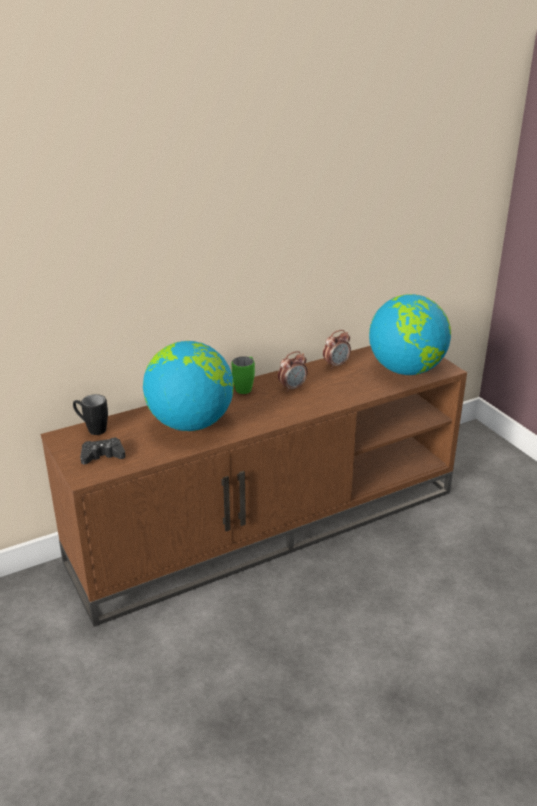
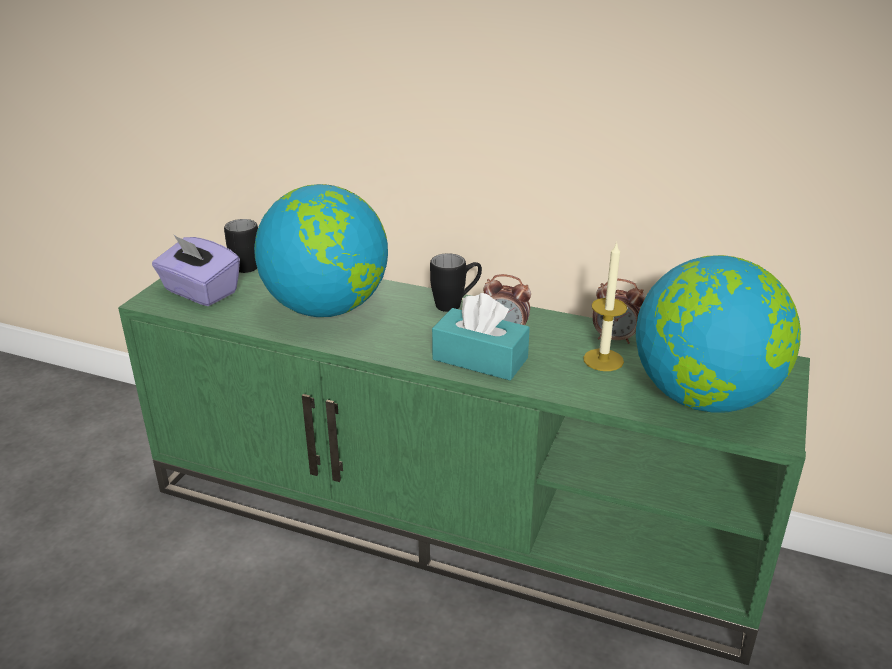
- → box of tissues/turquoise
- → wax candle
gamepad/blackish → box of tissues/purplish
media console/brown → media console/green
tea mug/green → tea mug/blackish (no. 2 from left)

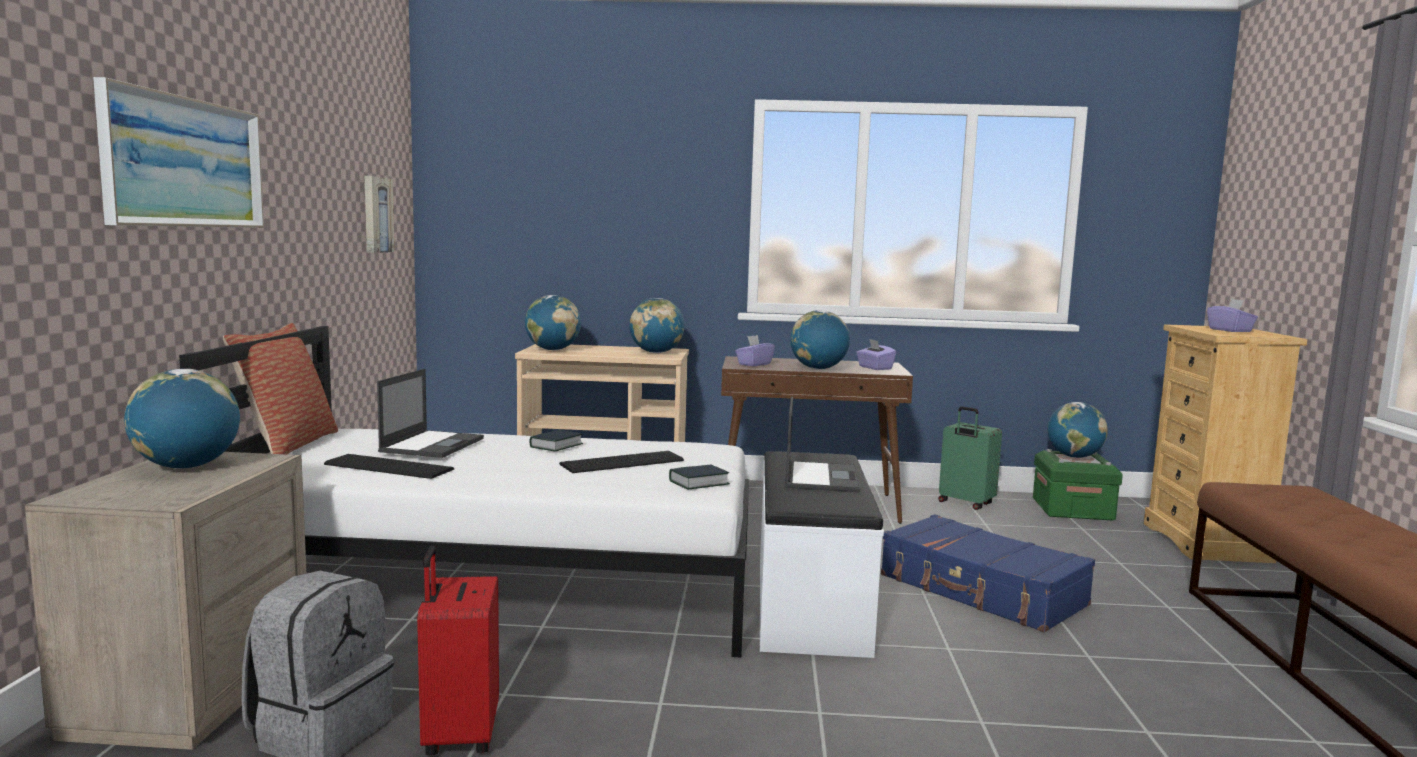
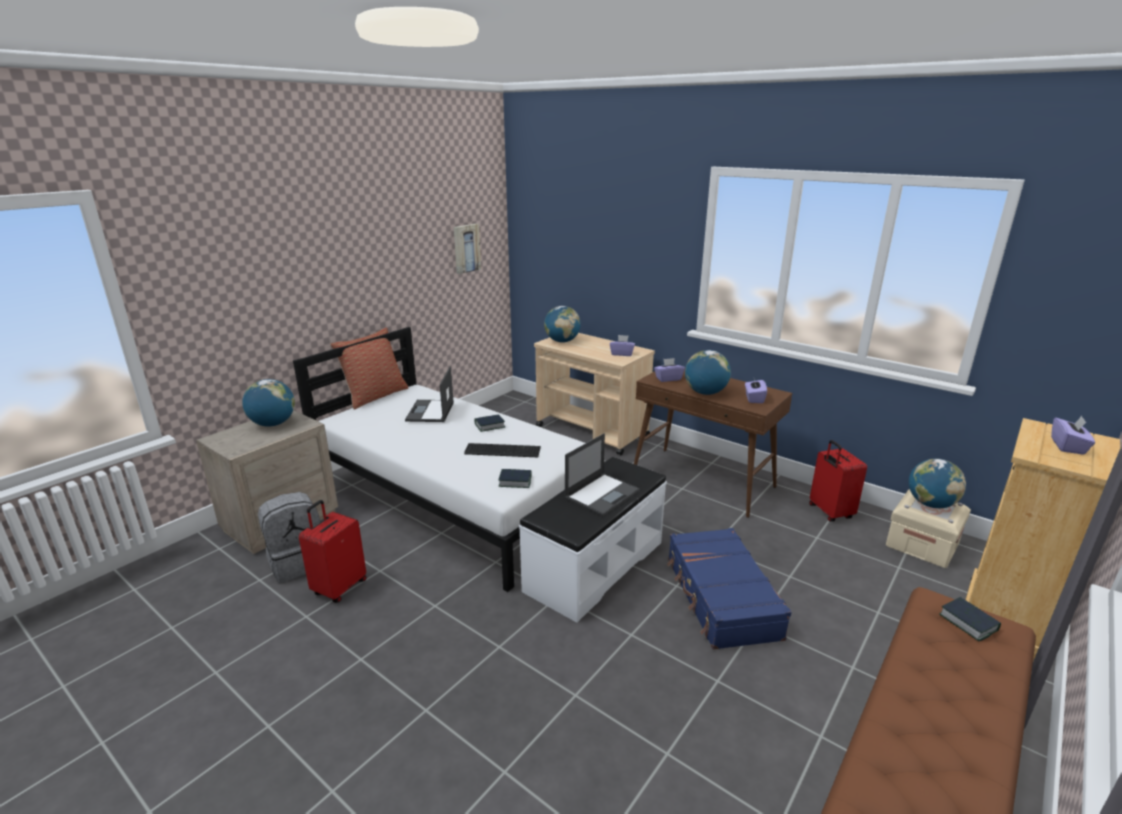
wall art (no. 1 from left) → -
keyboard (no. 1 from left) → -
- → volume (no. 3 from left)
globe (no. 3 from left) → box of tissues/purplish (no. 1 from left)
suitcase/green → suitcase/reddish (no. 2 from left)
storage bin/green → storage bin/beige-coloured
notebook computer (no. 1 from left), 135 degrees clockwise

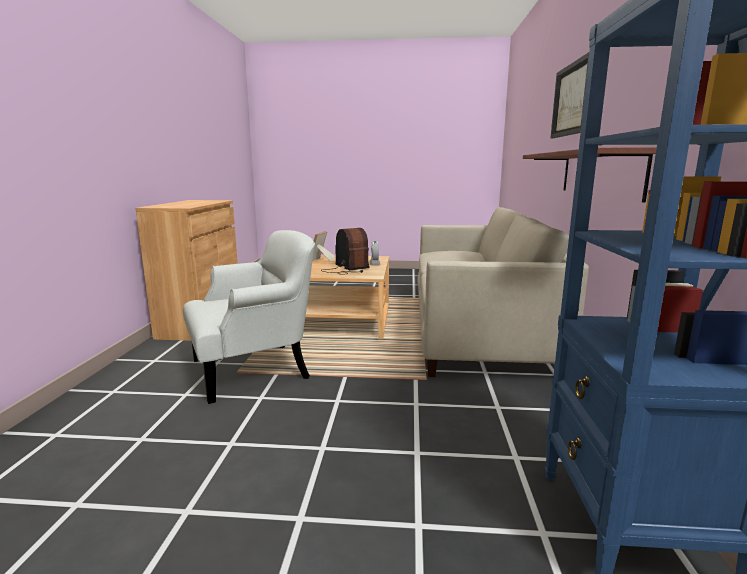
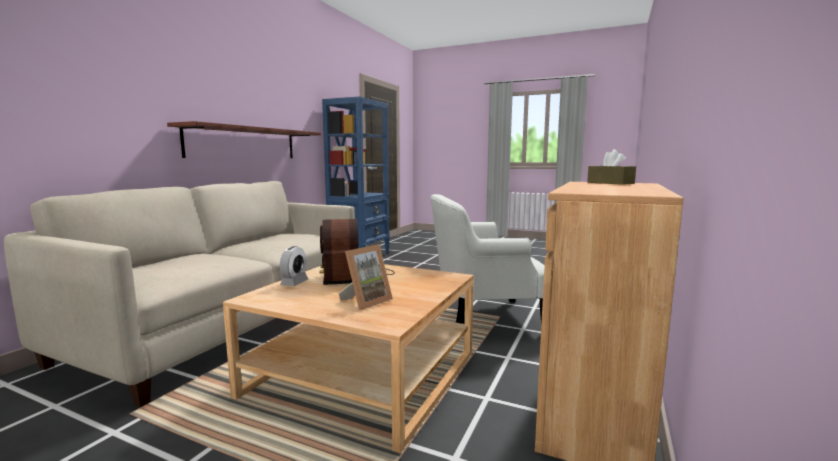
wall art → -
- → box of tissues/brown

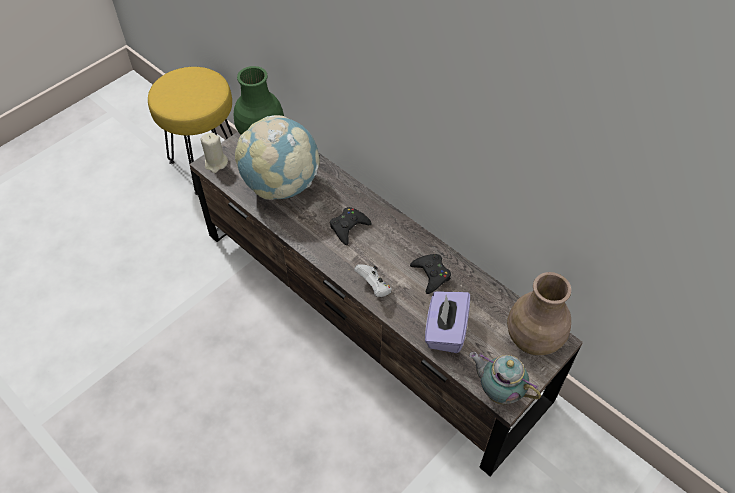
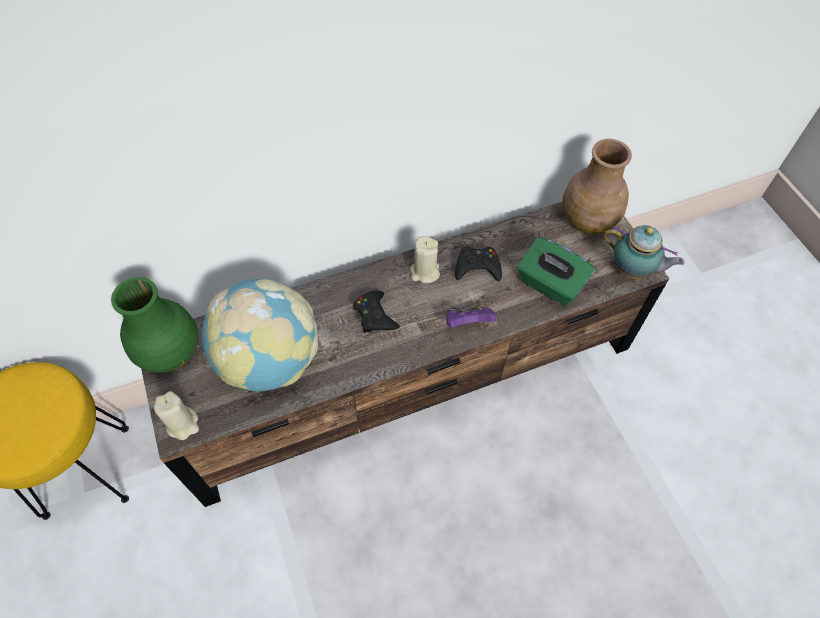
- → wax candle/beige-coloured (no. 2 from left)
gamepad/white-coloured → gamepad/purplish
box of tissues/purplish → box of tissues/green
teapot, 120 degrees counterclockwise

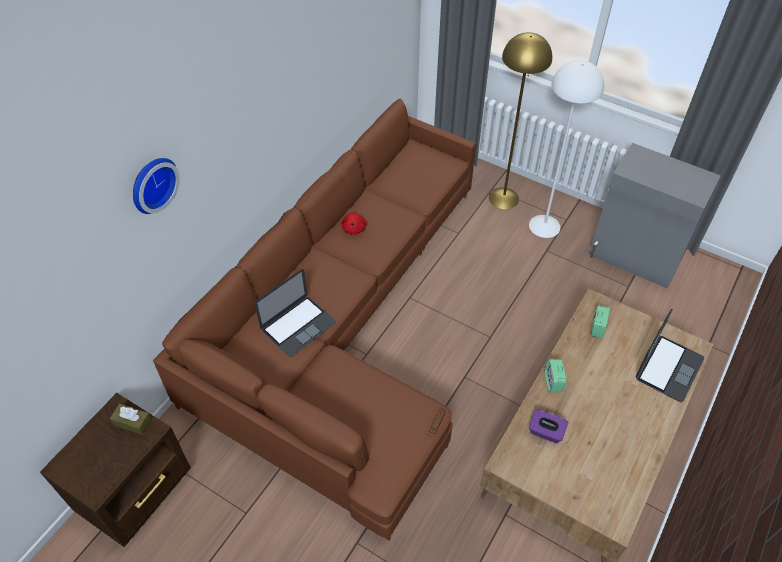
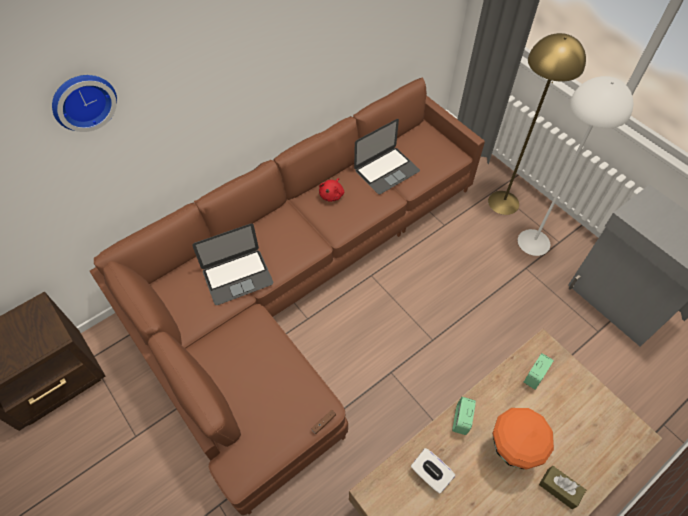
- → lamp for a table/orange-coloured
box of tissues/brown, shifted
notebook computer (no. 2 from left), shifted
box of tissues/purplish → box of tissues/white-coloured

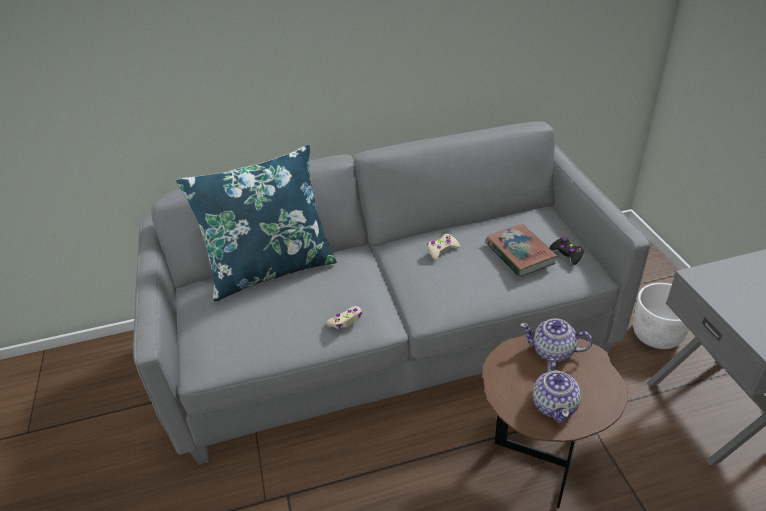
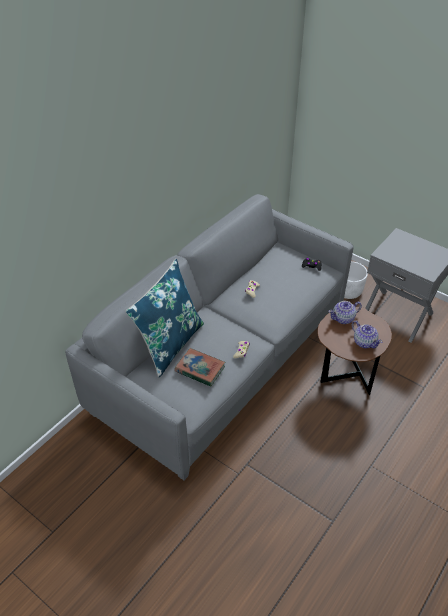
volume, shifted

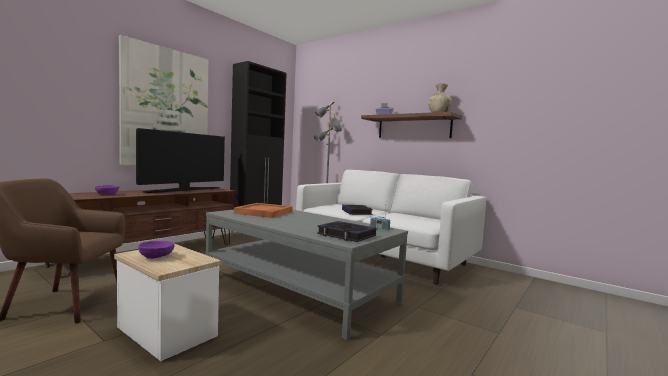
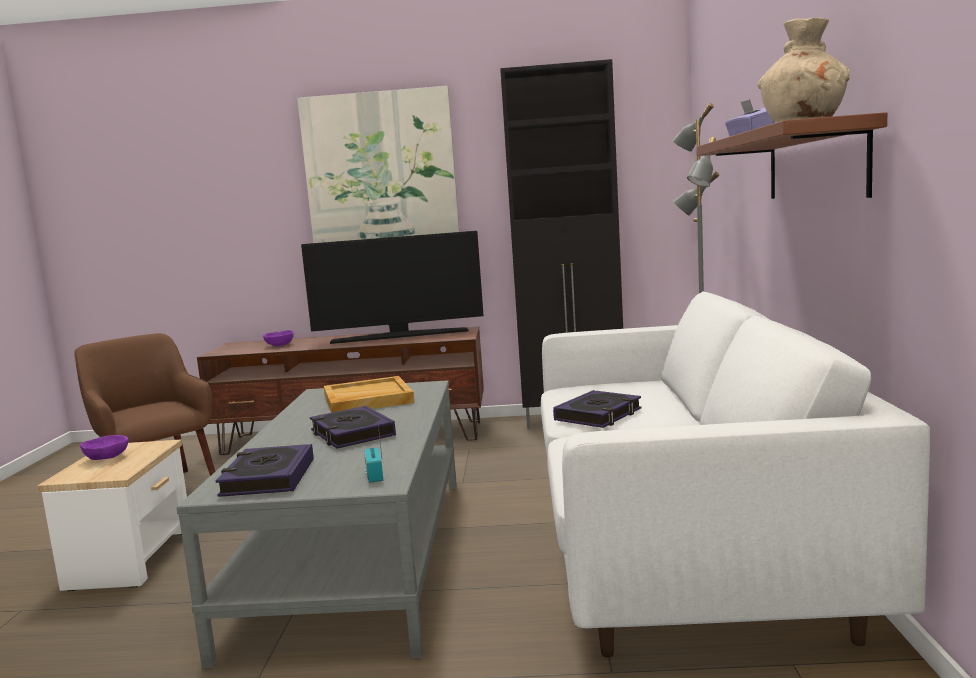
- → volume (no. 2 from left)
serving tray/orange-coloured → serving tray/beige-coloured

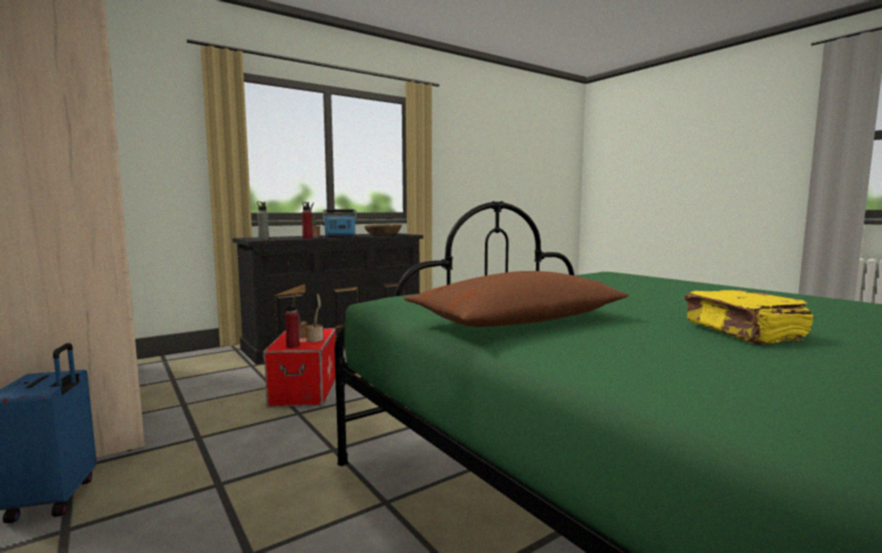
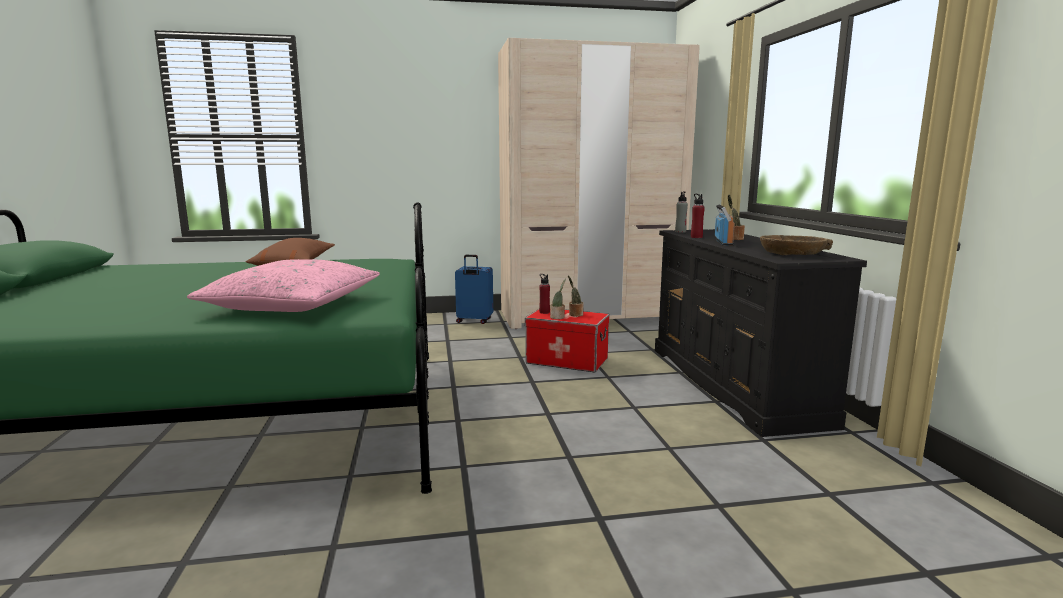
volume/yellow-coloured → -
- → throw pillow/pink-coloured

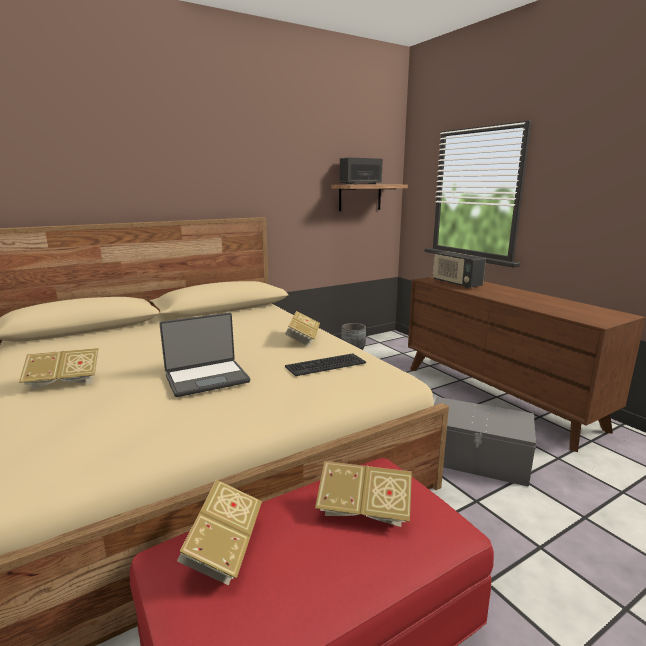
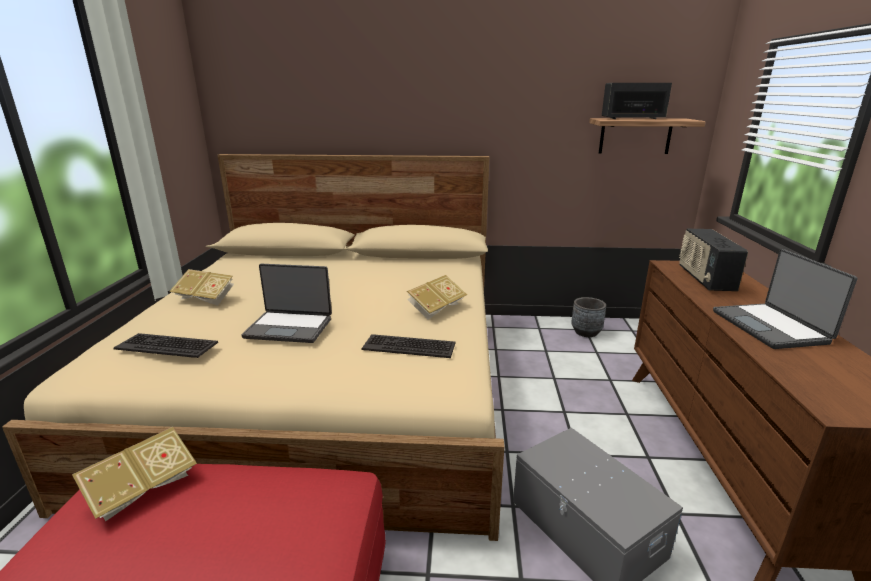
volume (no. 4 from left) → -
- → keyboard (no. 1 from left)
- → notebook computer (no. 2 from left)

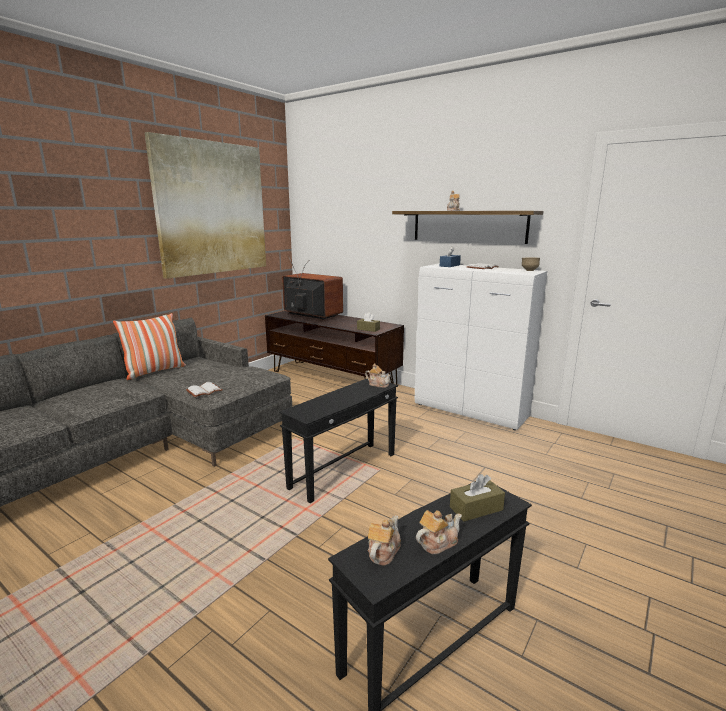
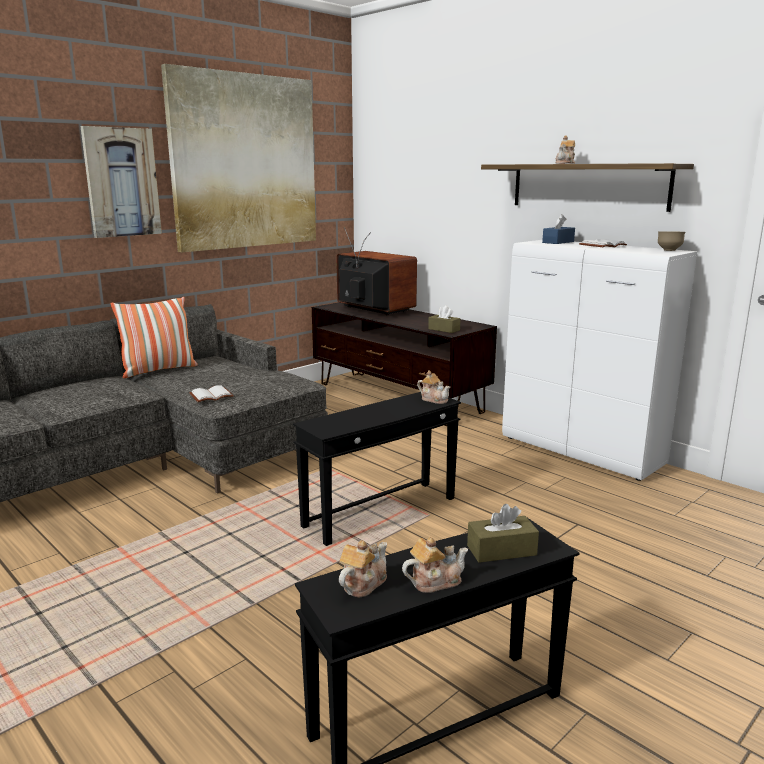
- → wall art (no. 1 from left)

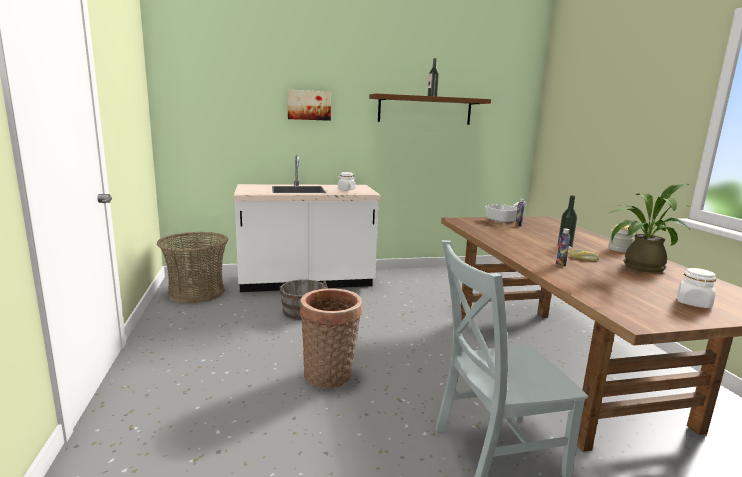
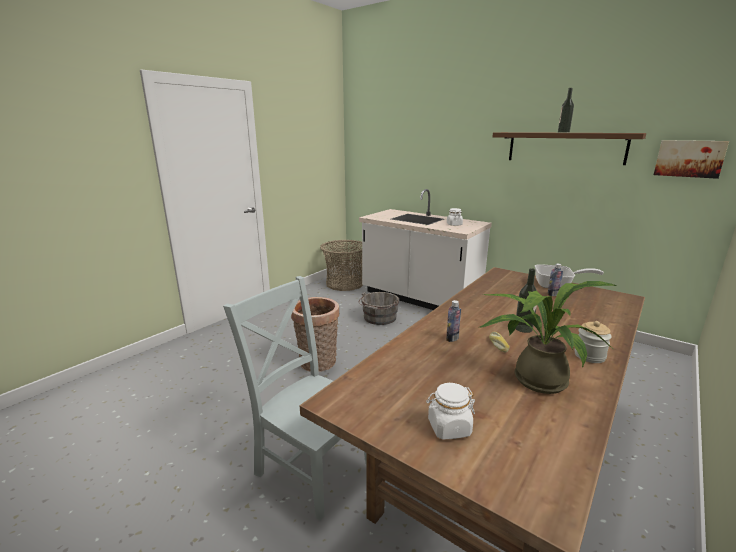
wall art, shifted

